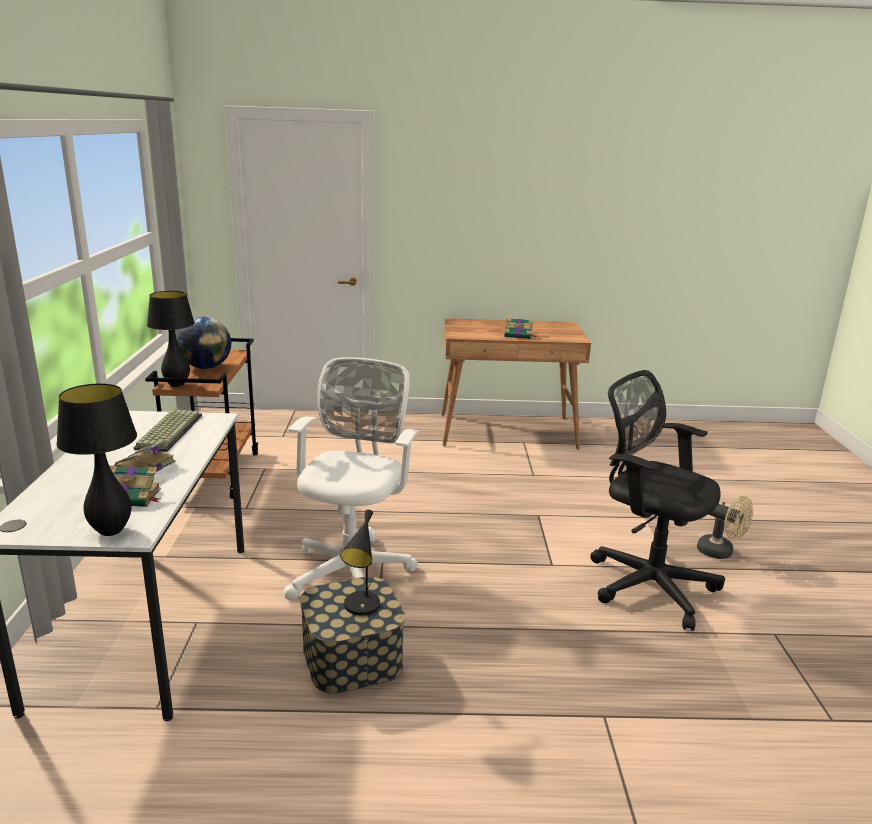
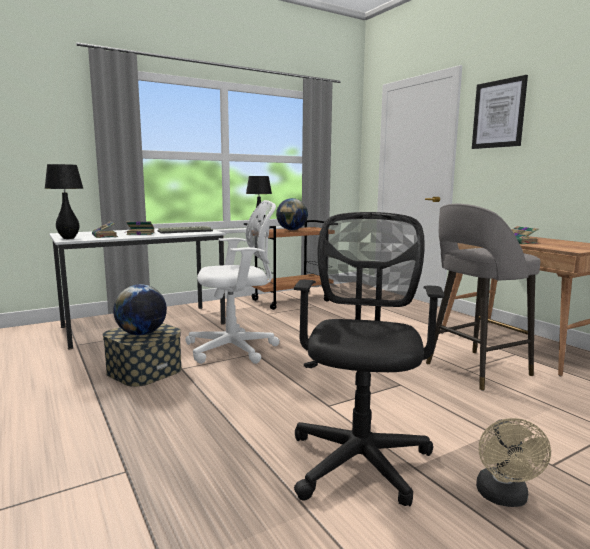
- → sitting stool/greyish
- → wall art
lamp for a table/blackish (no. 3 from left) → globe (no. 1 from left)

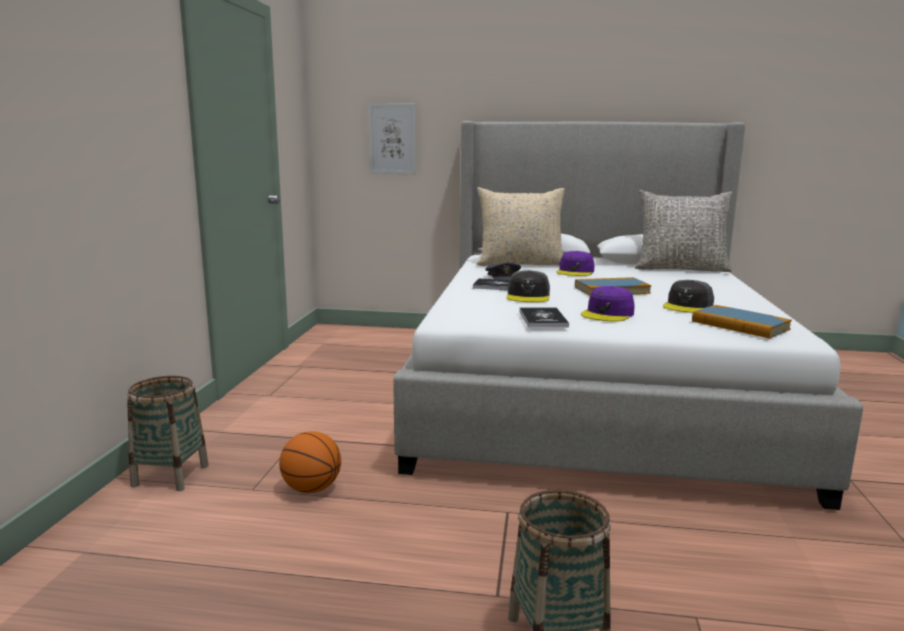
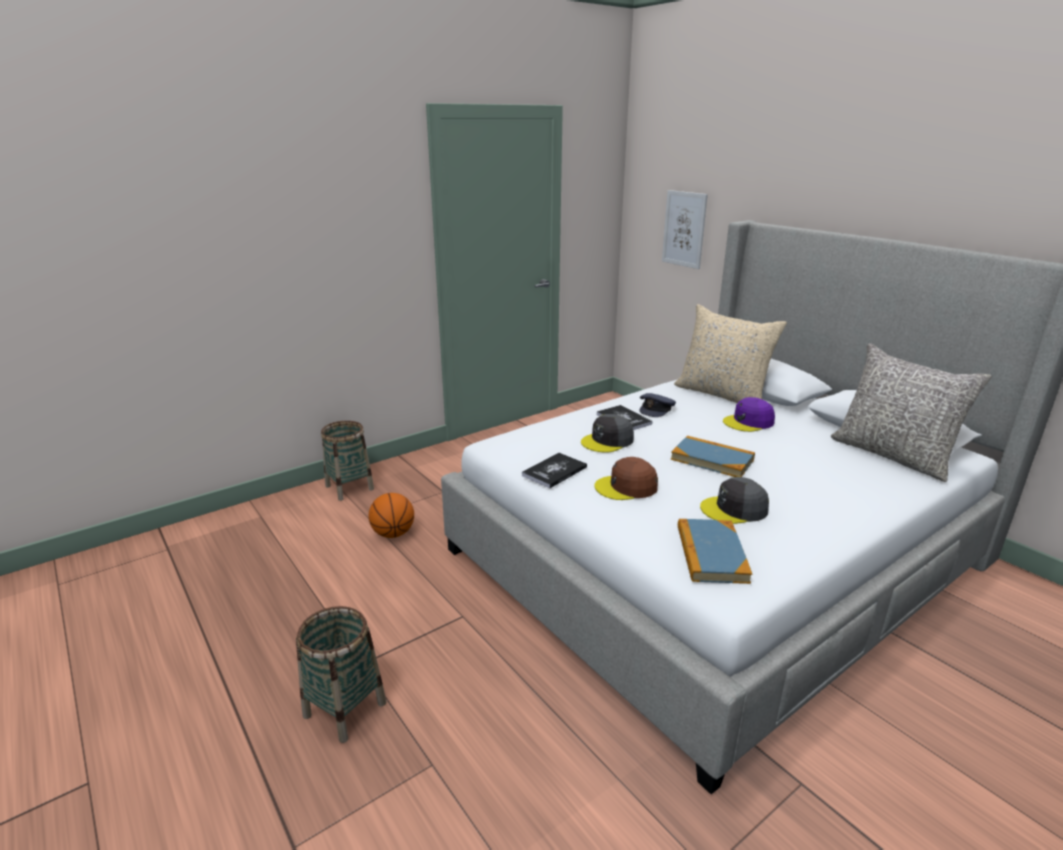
baseball cap/purplish (no. 2 from left) → baseball cap/brown

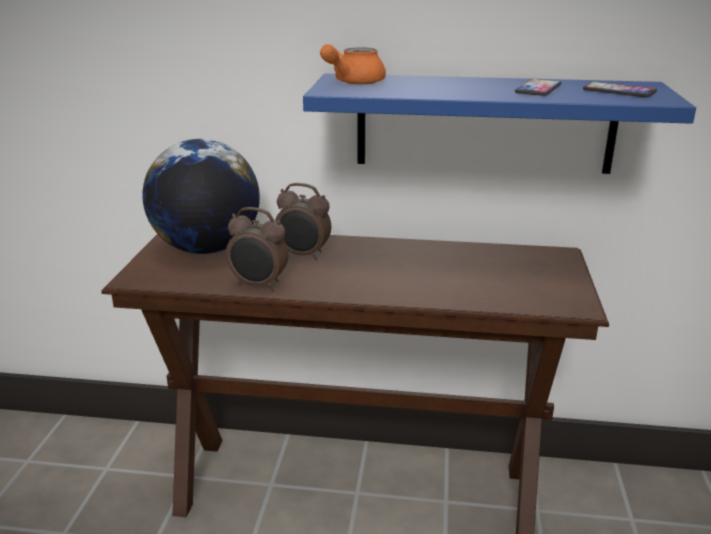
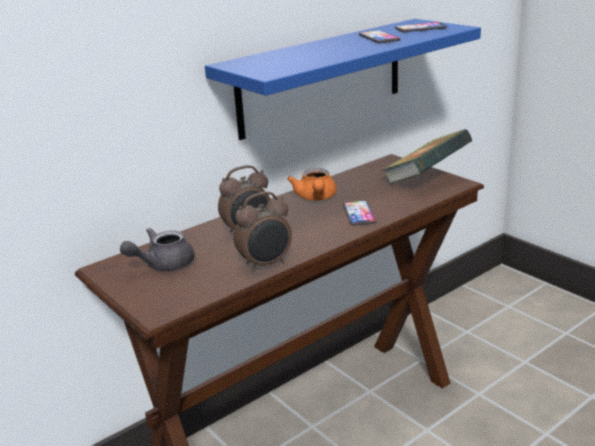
- → handset (no. 1 from left)
- → volume
teapot/orange-coloured, shifted
globe → teapot/greyish

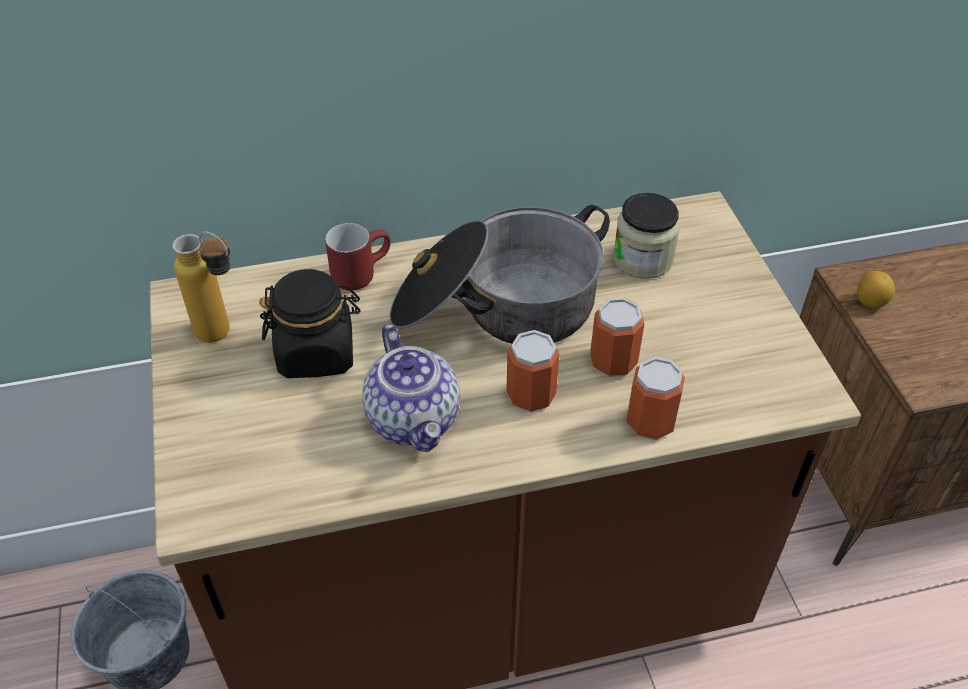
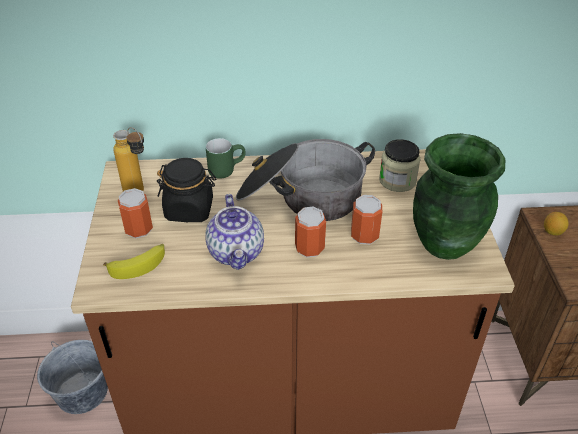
- → whole banana
- → decorative vase/green
metal can (no. 3 from left in the first image) → metal can (no. 1 from left), shifted
tea mug/reddish → tea mug/green

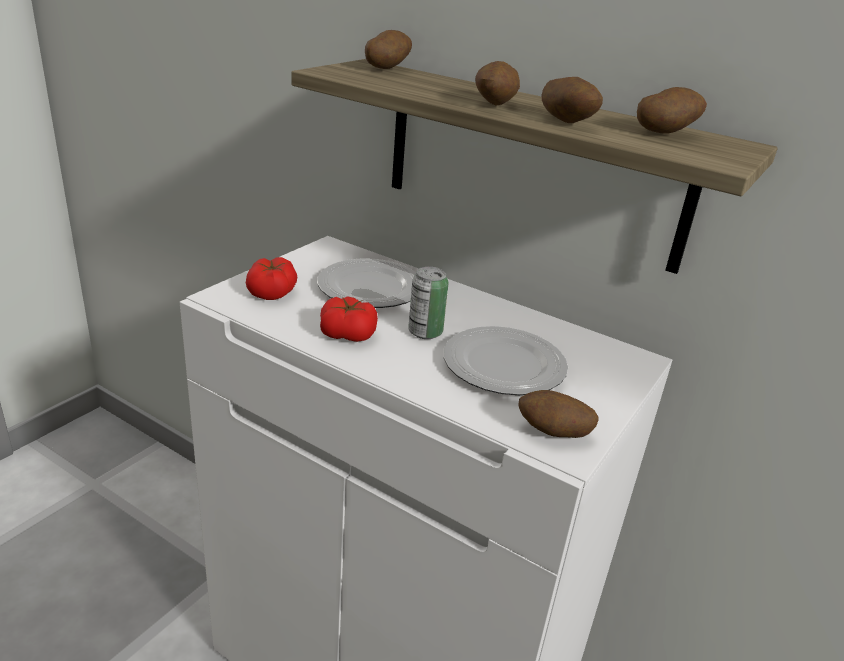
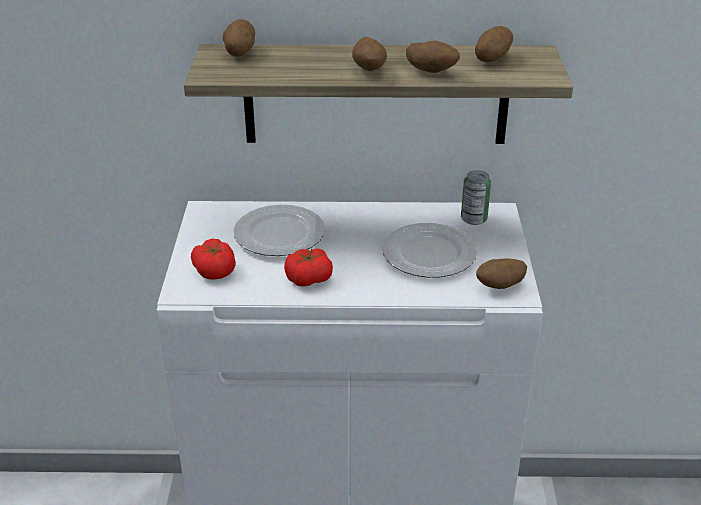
metal can, shifted

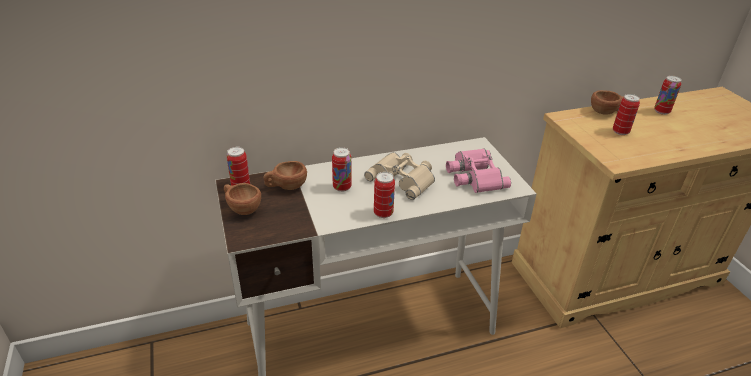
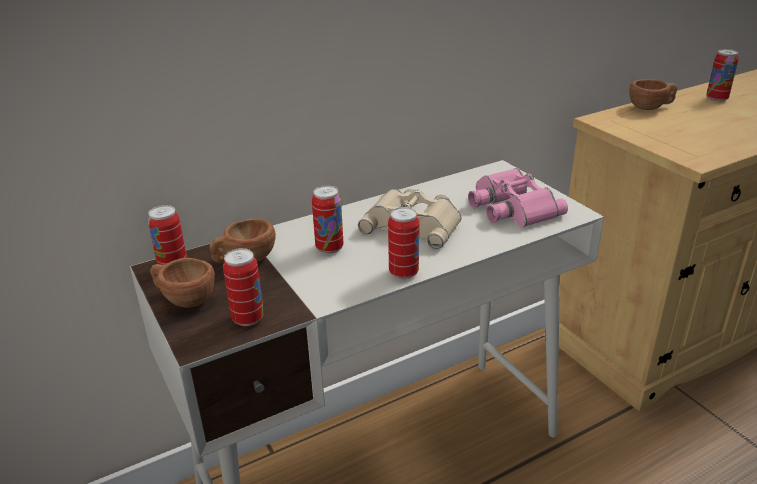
metal can (no. 4 from left in the first image) → metal can (no. 2 from left), shifted

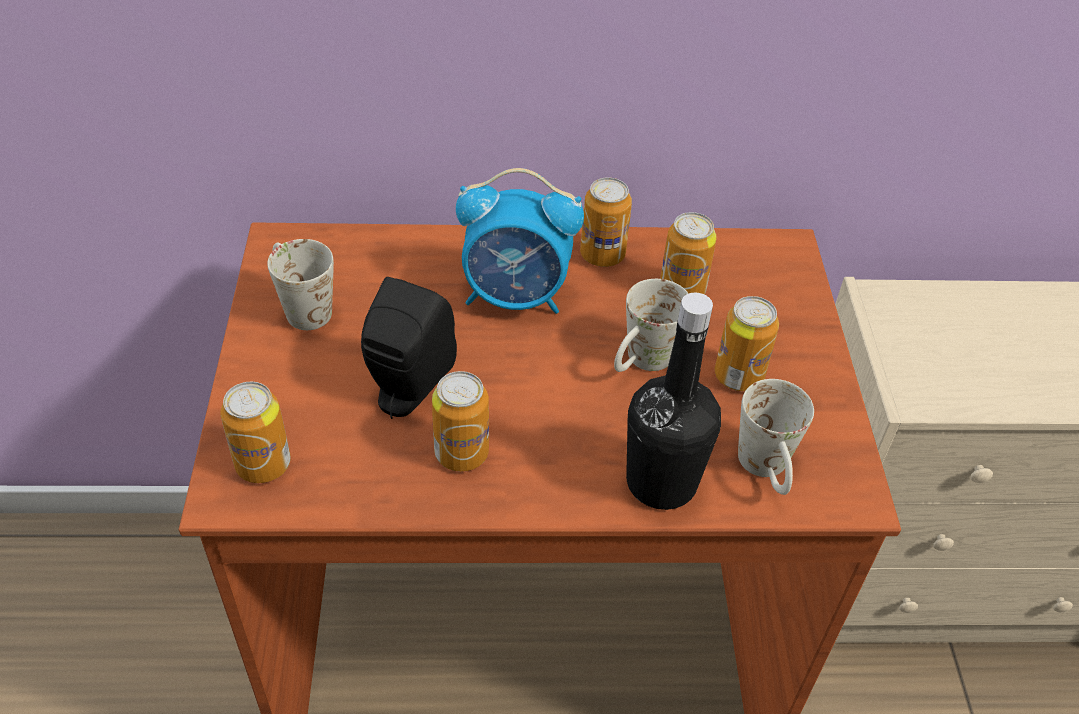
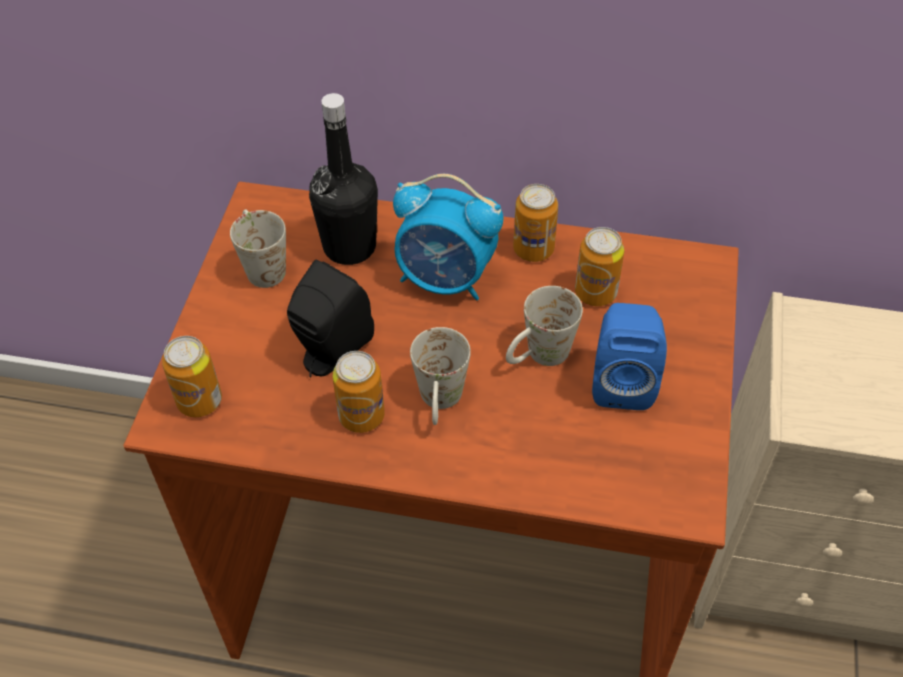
beverage bottle/blackish, shifted
tea mug/white-coloured (no. 3 from left in the first image) → tea mug/white-coloured (no. 2 from left), shifted
metal can (no. 5 from left) → loudspeaker/blue

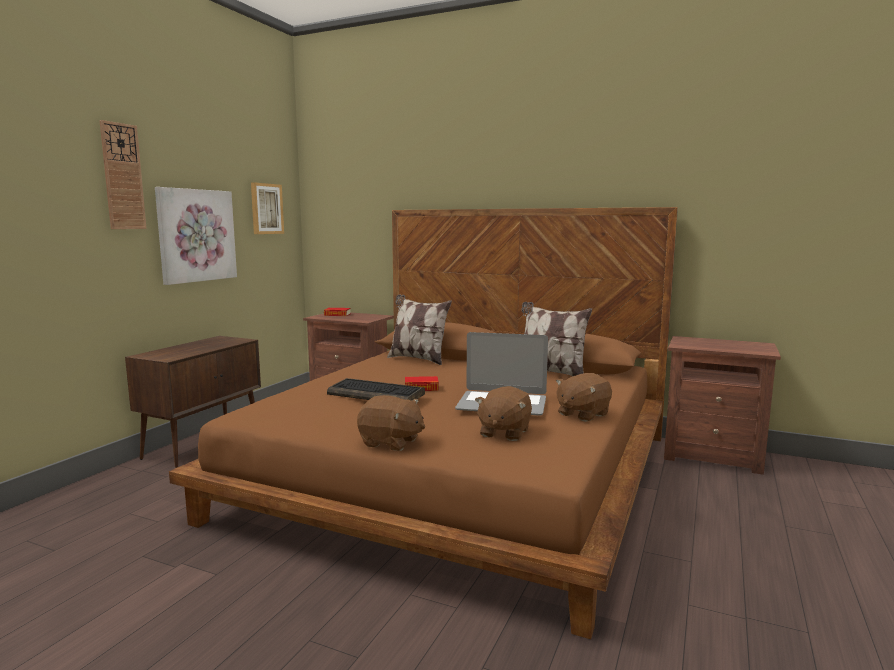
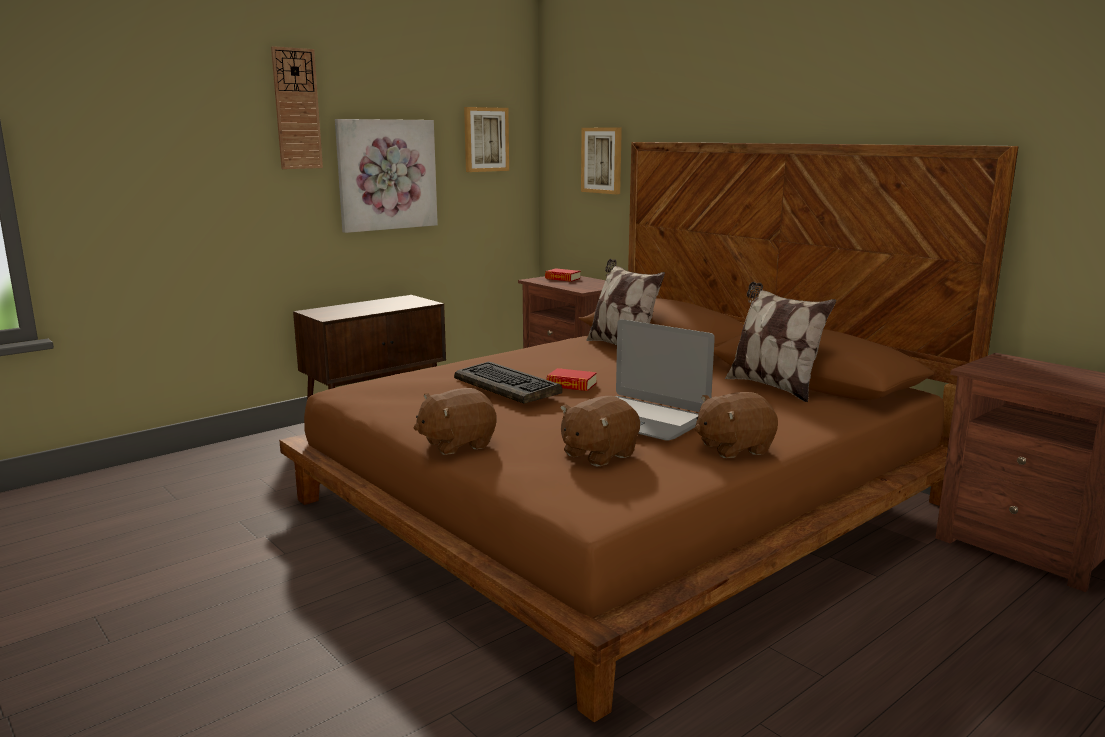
- → wall art (no. 3 from left)
plush toy/brown (no. 1 from left), 105 degrees clockwise

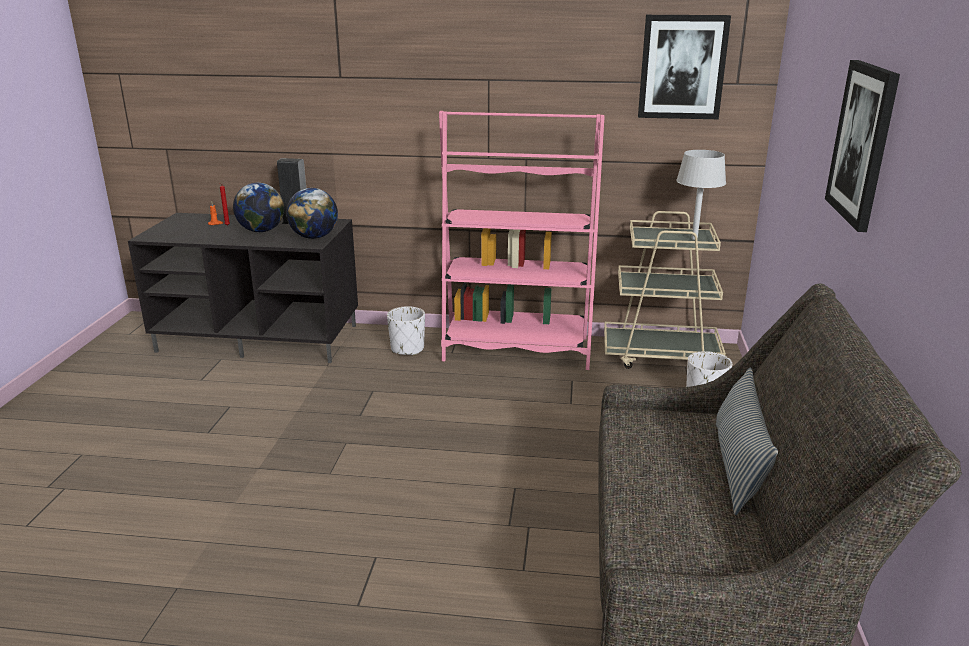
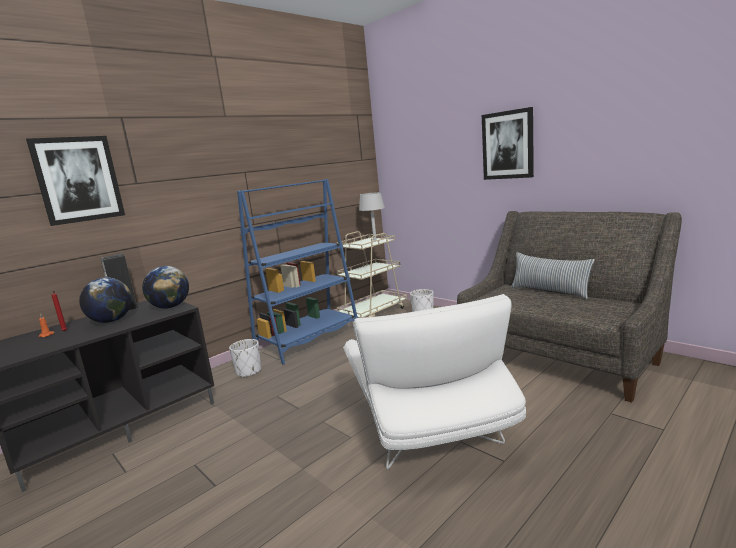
- → armchair/white-coloured
wall art (no. 1 from left), shifted
bookcase/pink-coloured → bookcase/blue

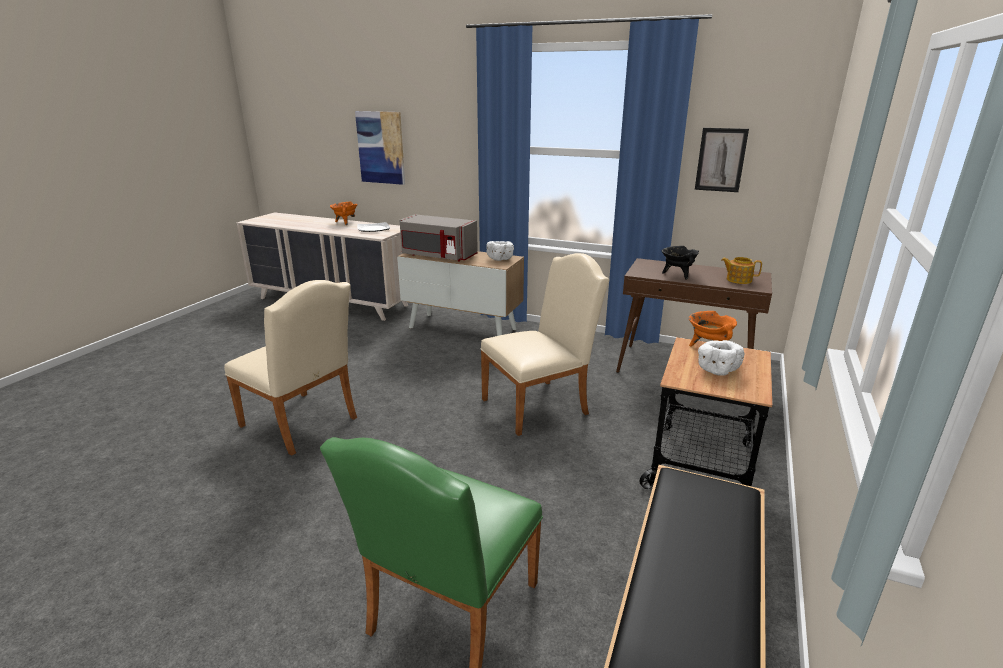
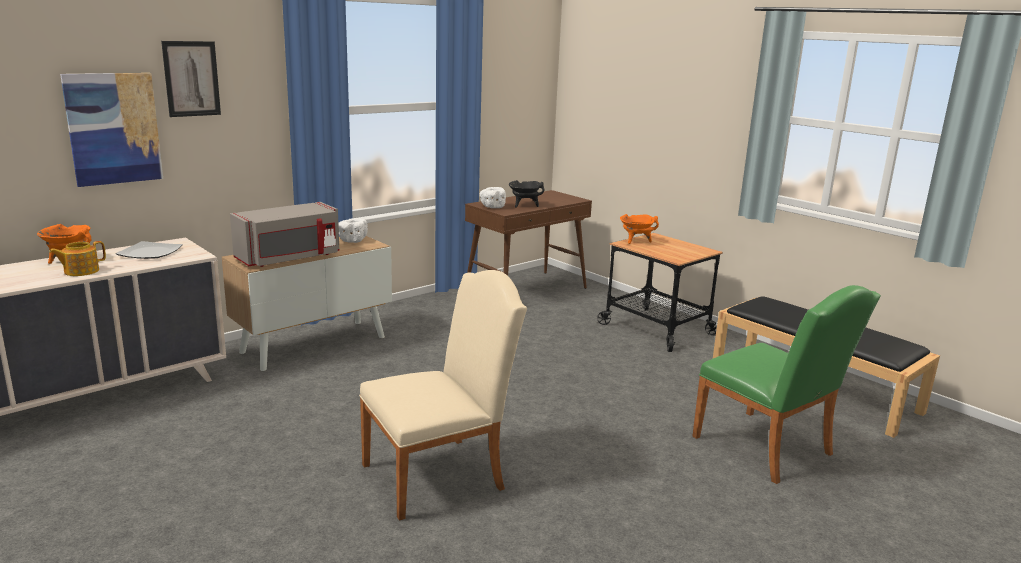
upright chair/beige-coloured (no. 2 from left) → -
wall art (no. 2 from left), shifted
serving bowl/white-coloured (no. 2 from left), shifted
teapot, shifted

